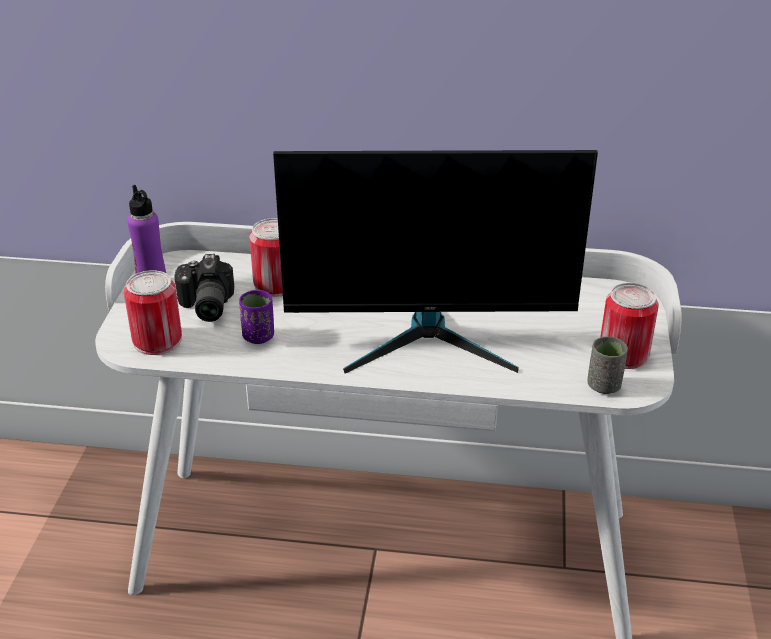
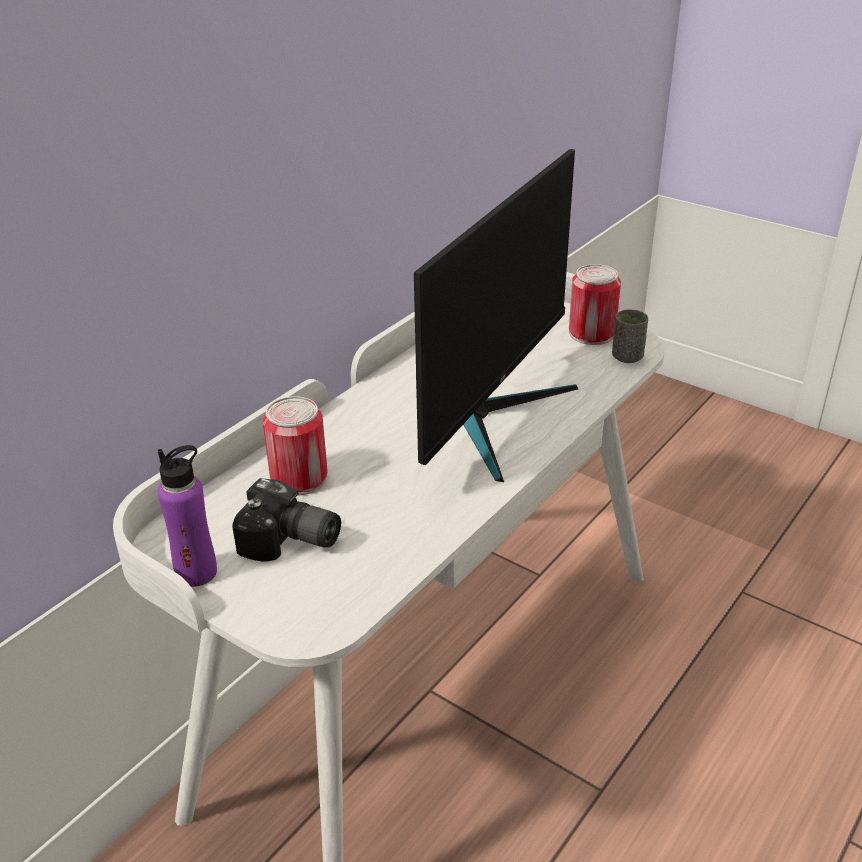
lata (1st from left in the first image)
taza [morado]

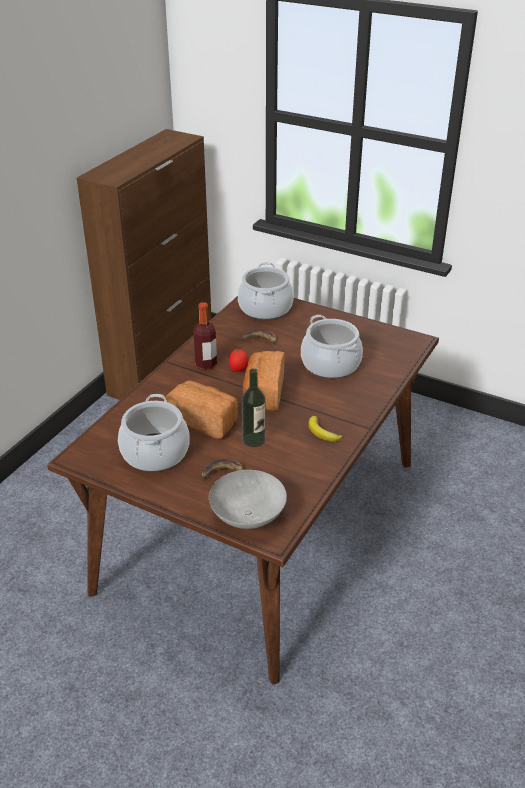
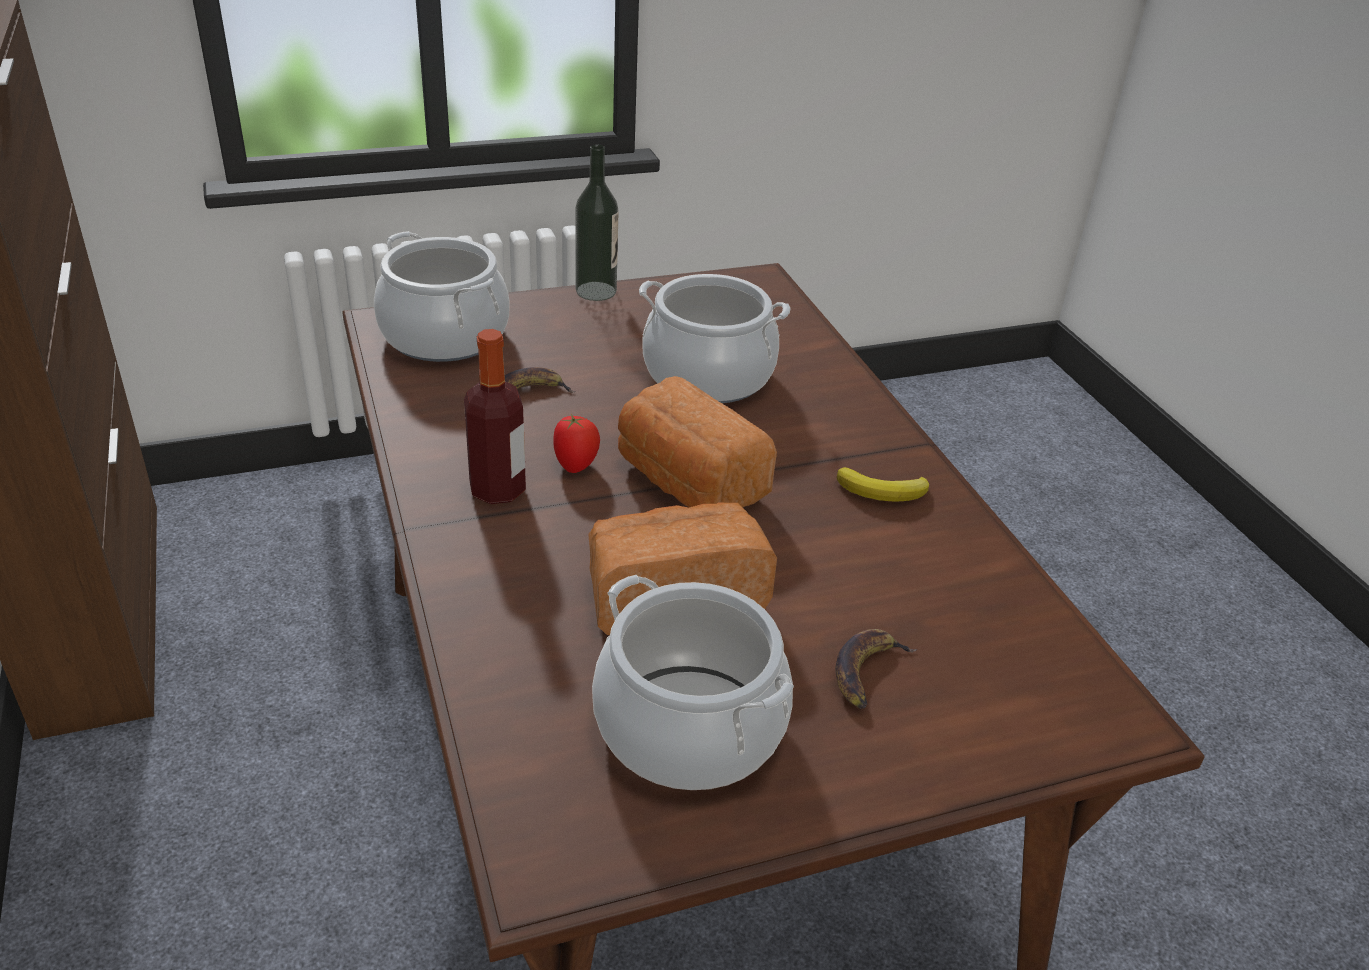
cuenco [gris]
botella (2nd from left)

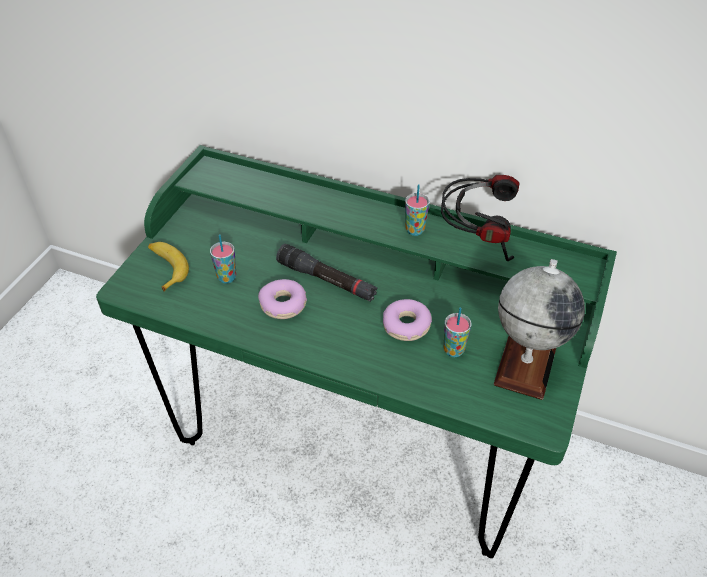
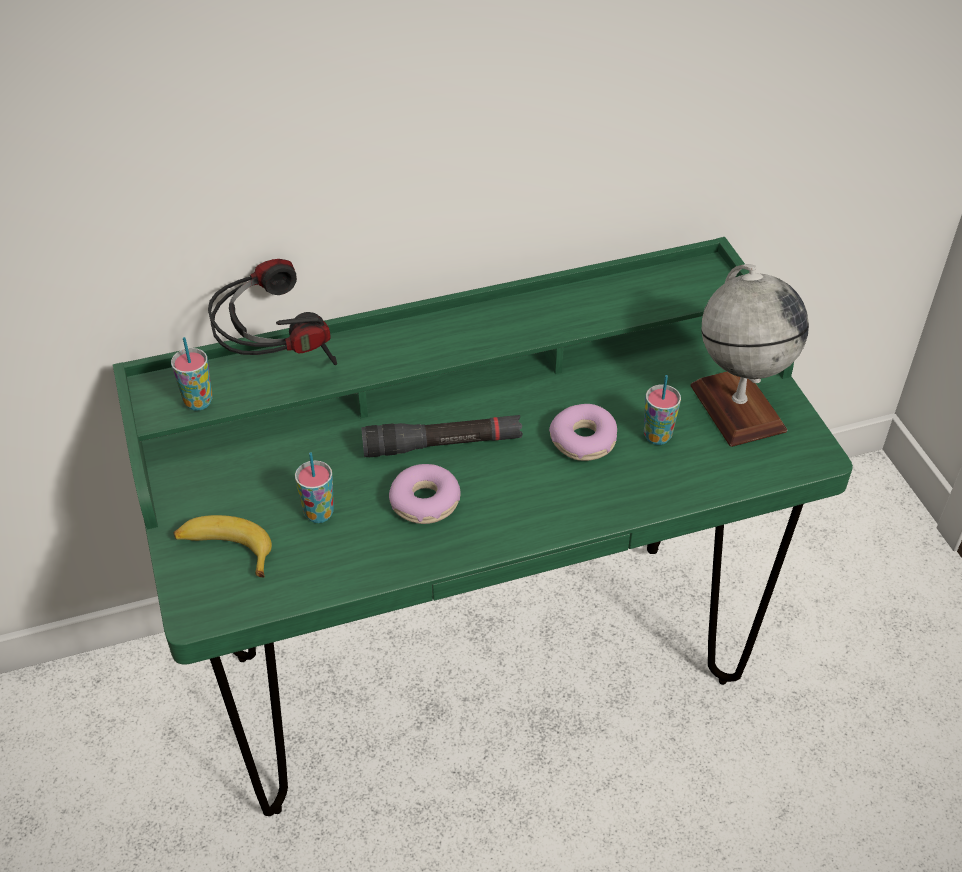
taza (1st from left)
auriculares

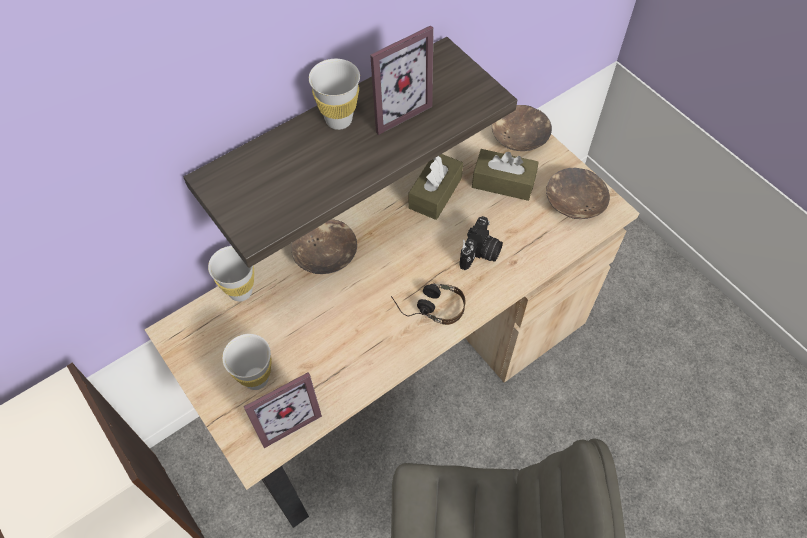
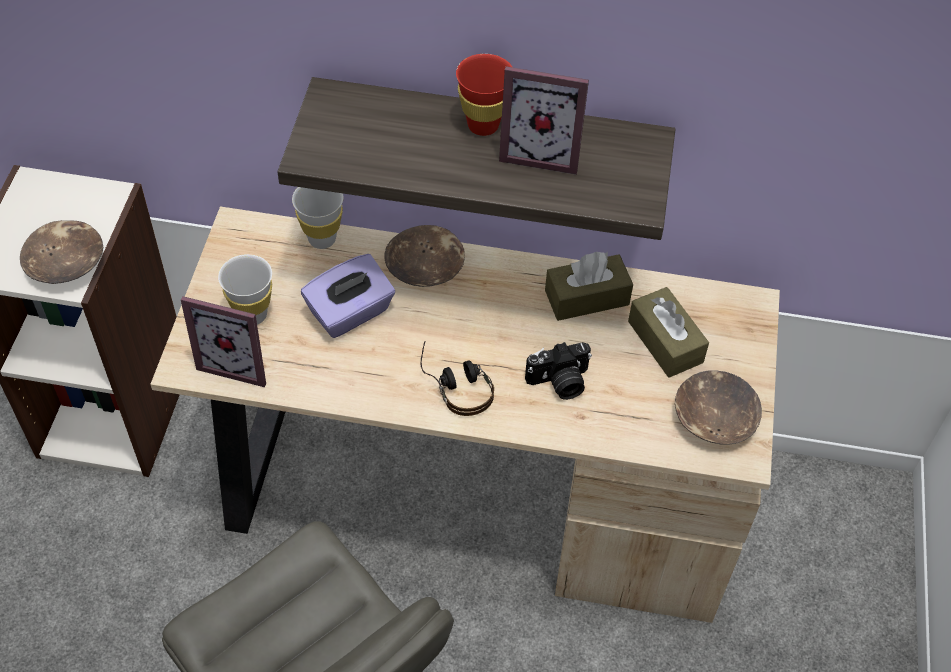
taza [rojo]
cuenco [marrón] (1st from left)
caja de pañuelos [morado]

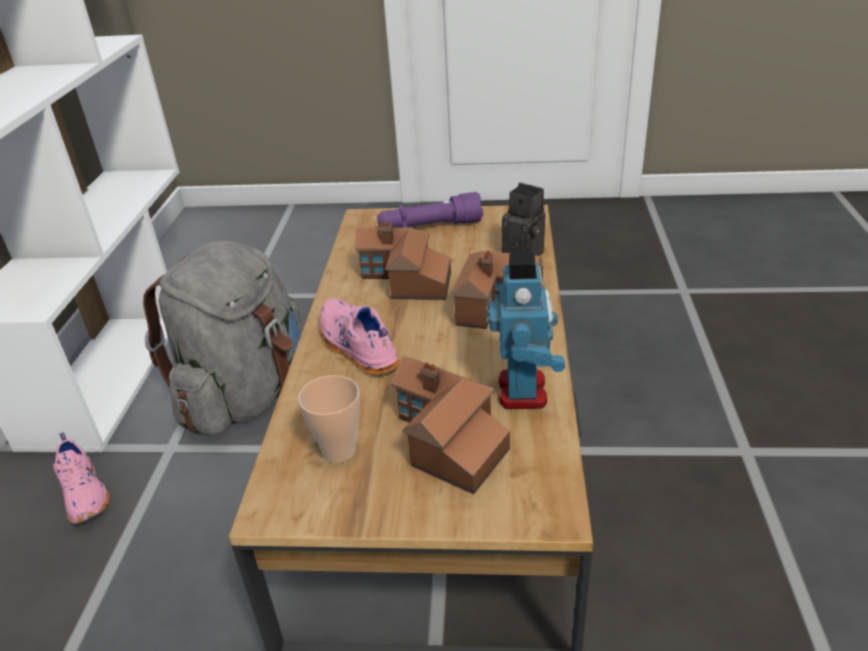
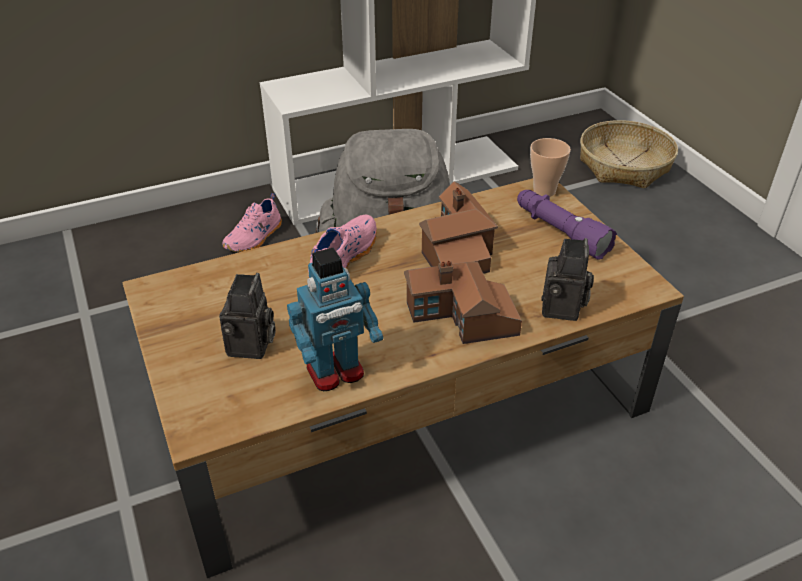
taza
cámara (1st from left)
cesta

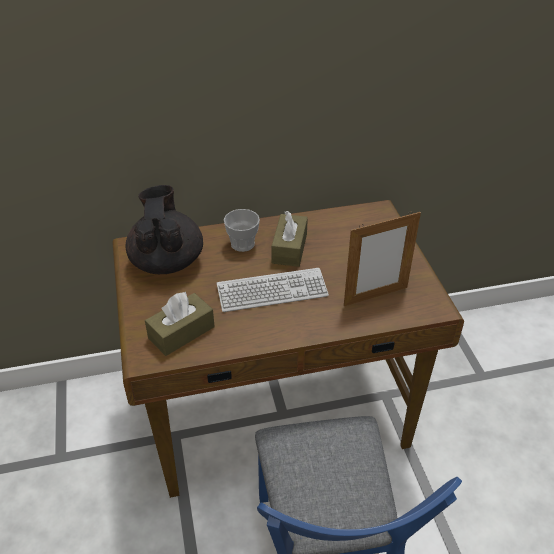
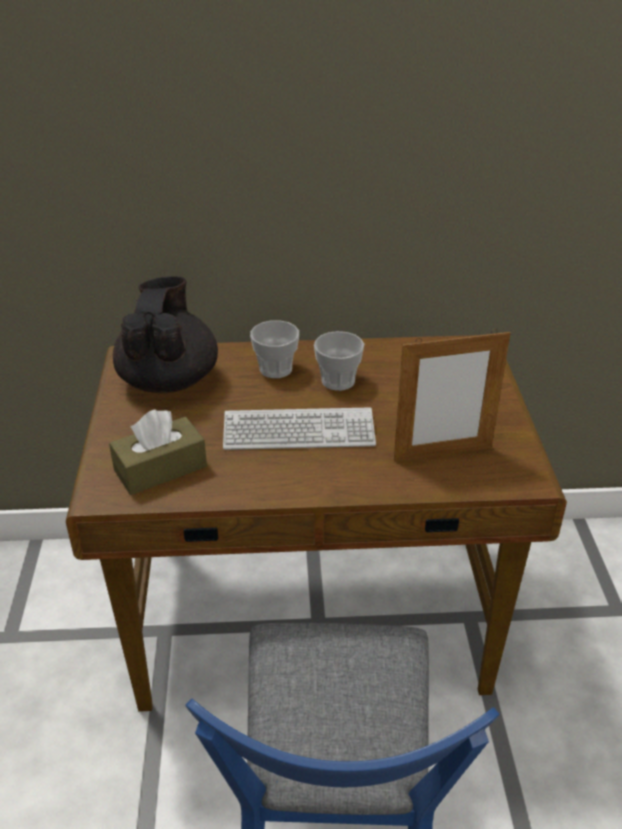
taza (2nd from left)

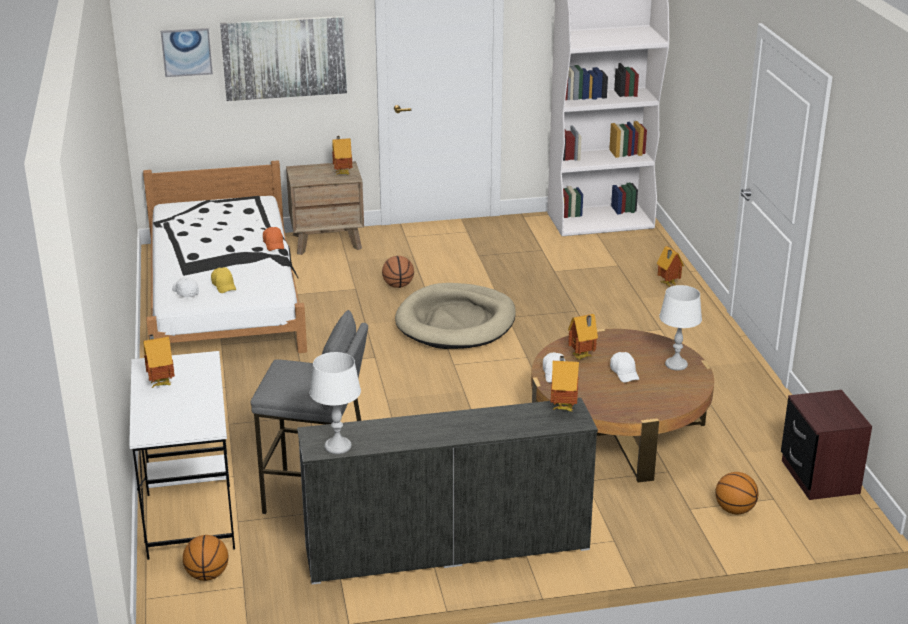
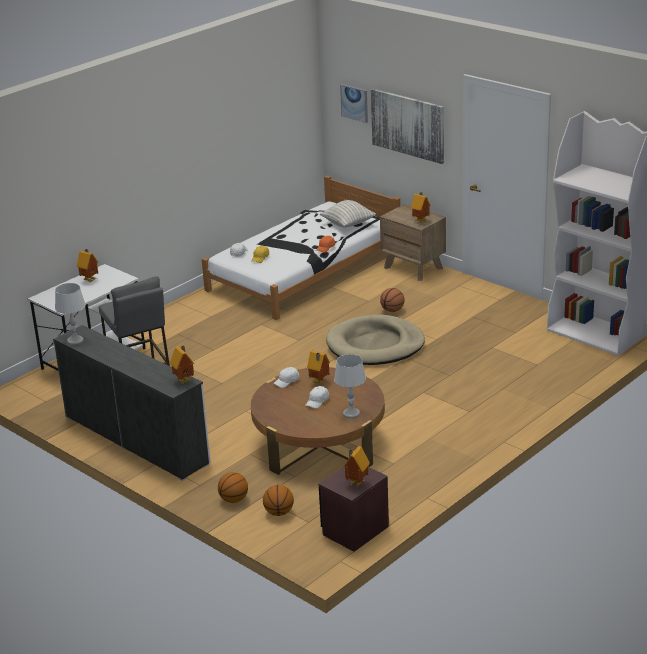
balón de baloncesto (1st from left)
casita (4th from left)
cojín

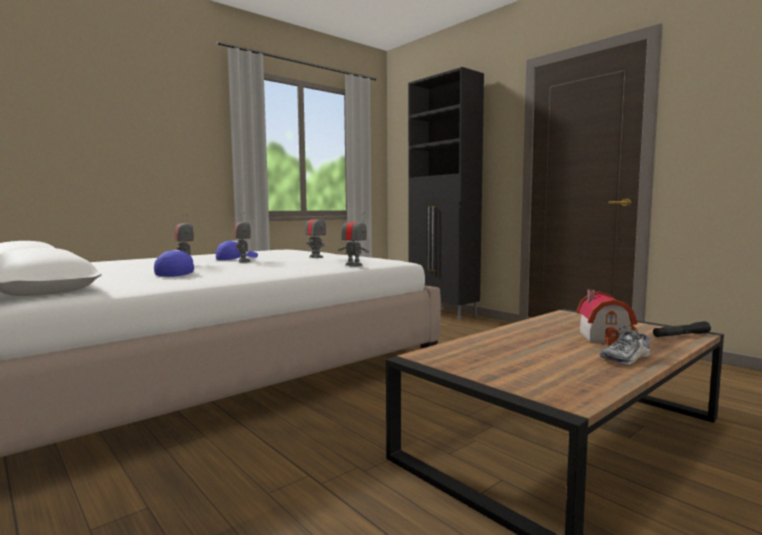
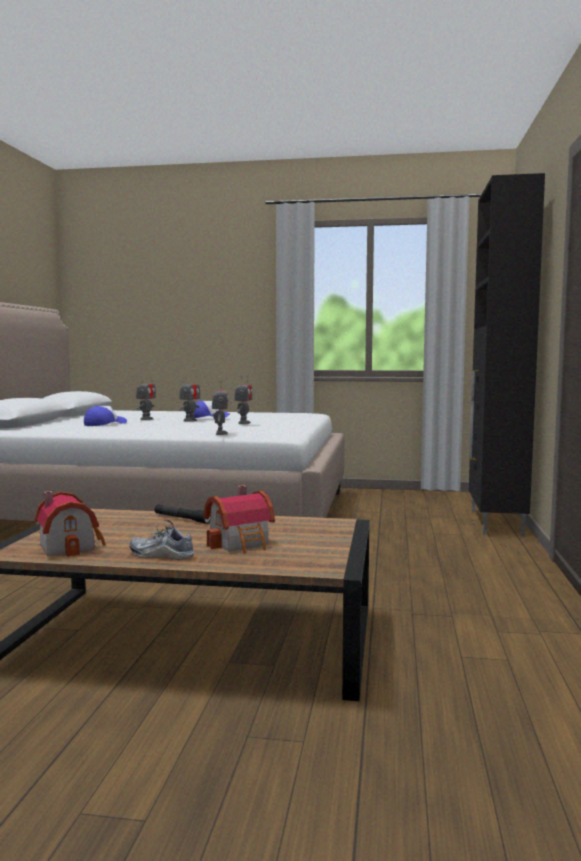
linterna [negro]
casita (1st from left)

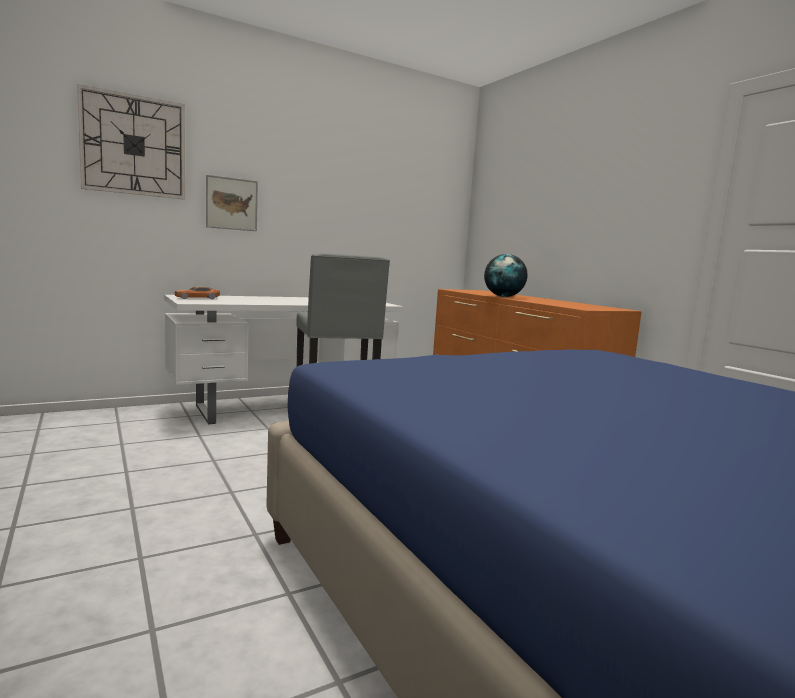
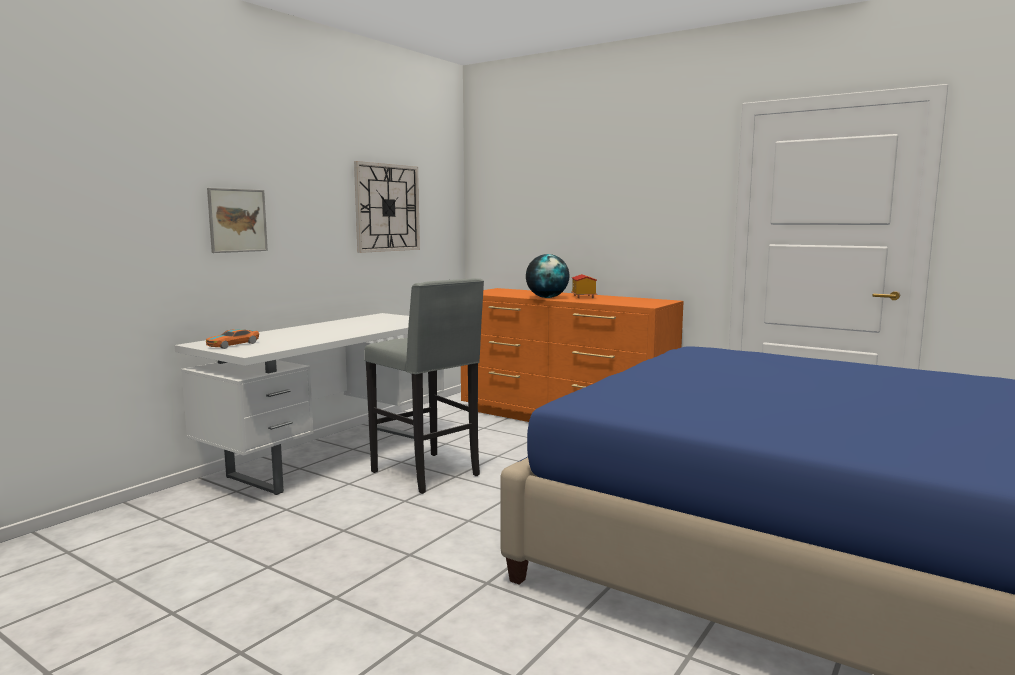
reloj de pared
casita

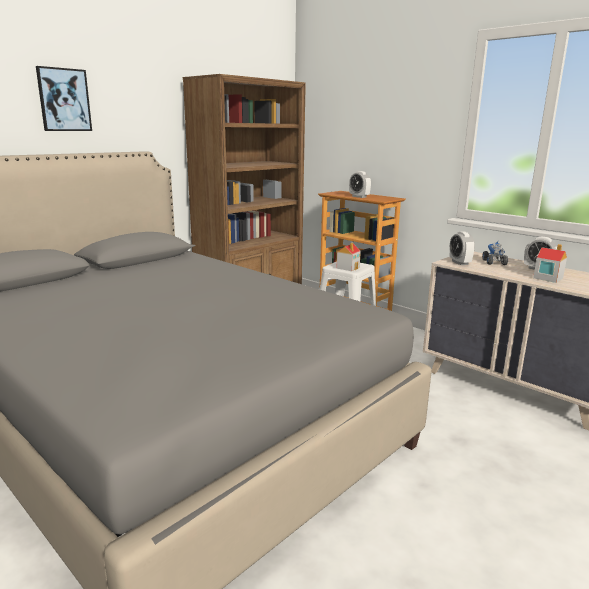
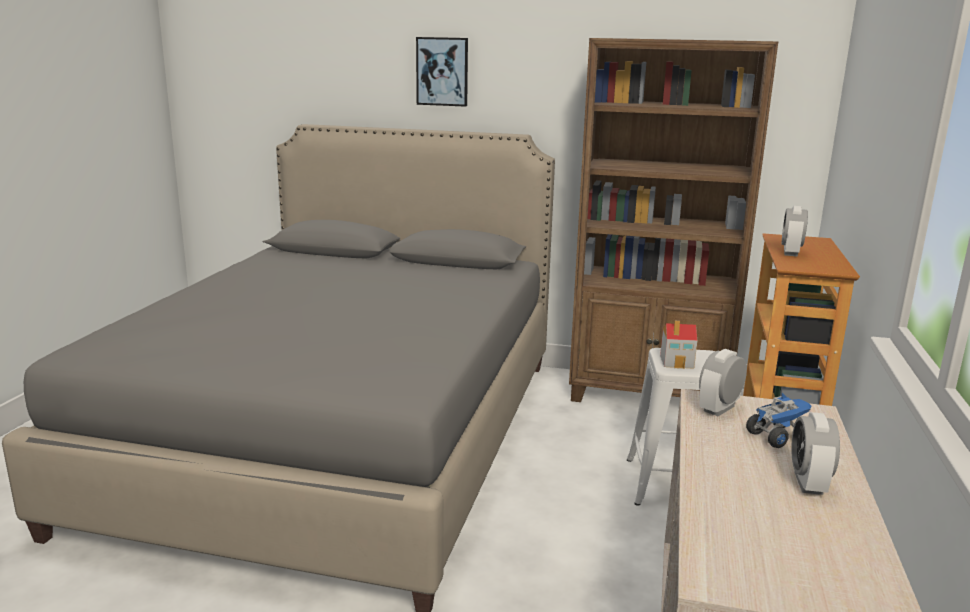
casita (2nd from left in the first image)

